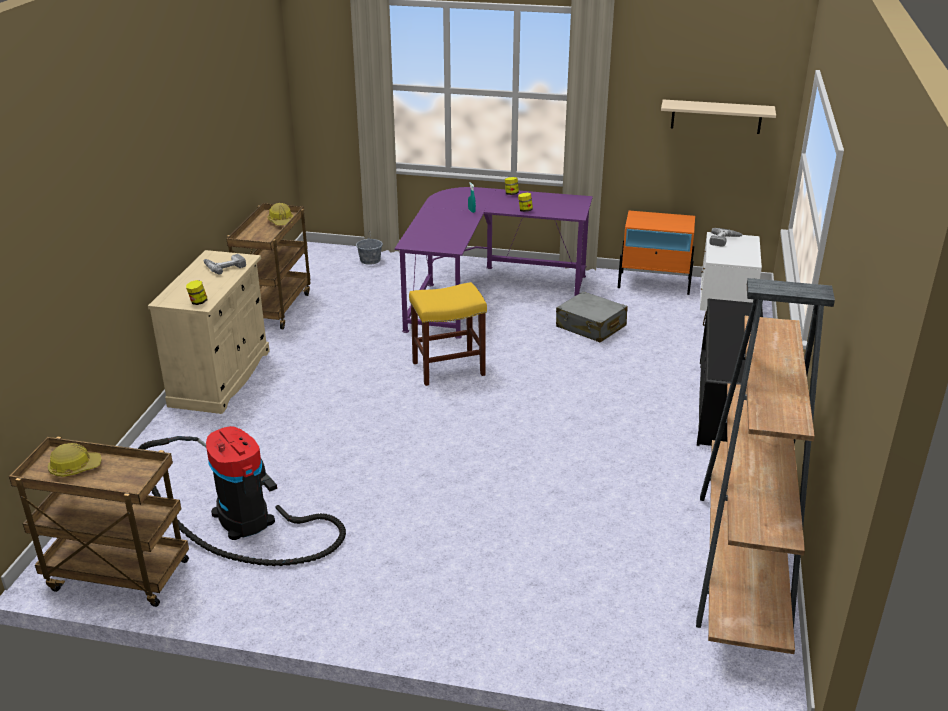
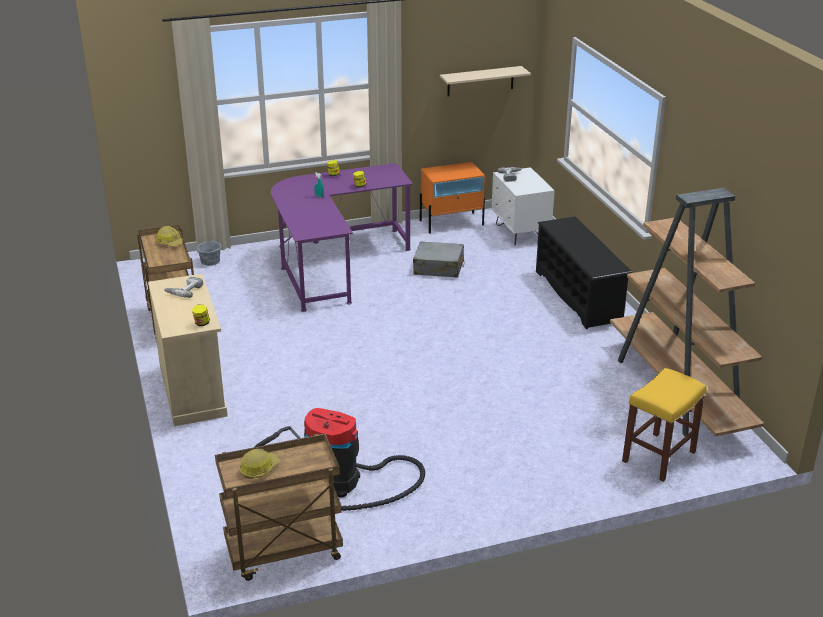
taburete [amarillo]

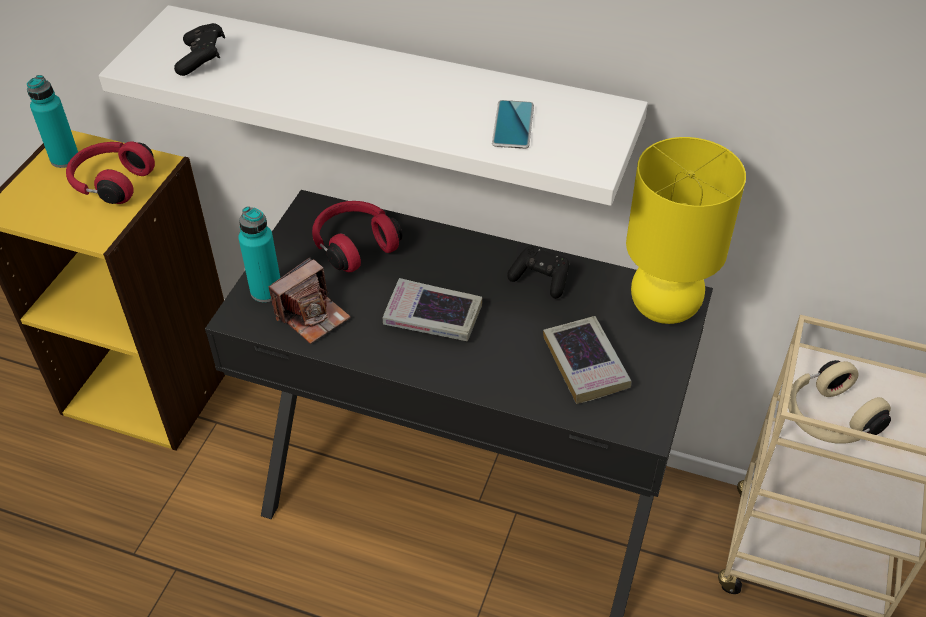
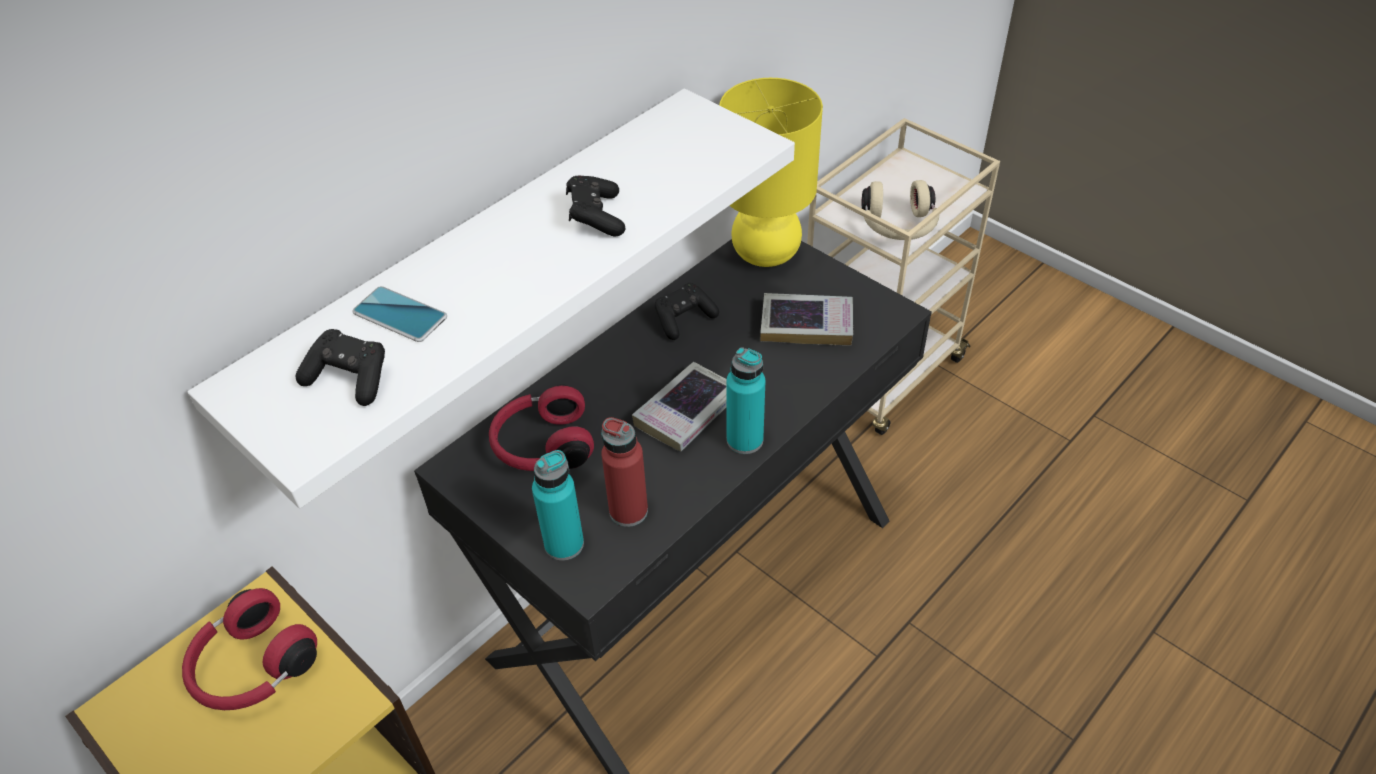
botella [turquesa] (2nd from left)
botella [rojo]
móvil
mando de consola [negro] (2nd from left)

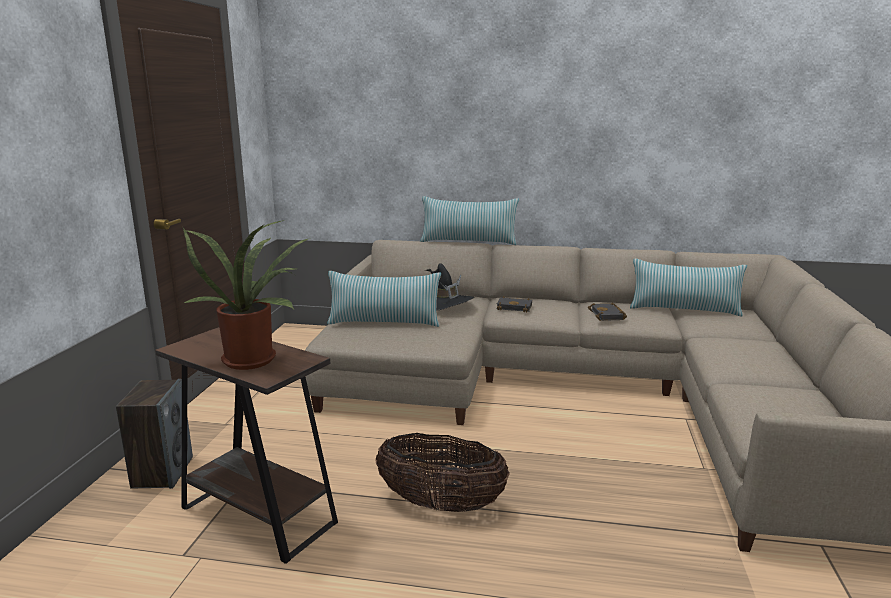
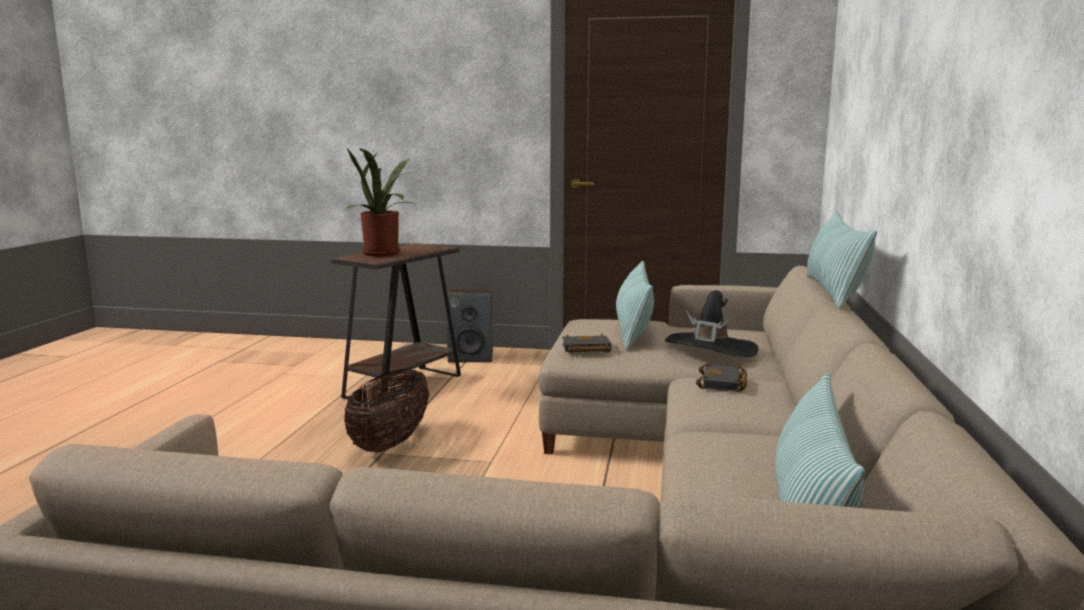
libro [negro] (1st from left)

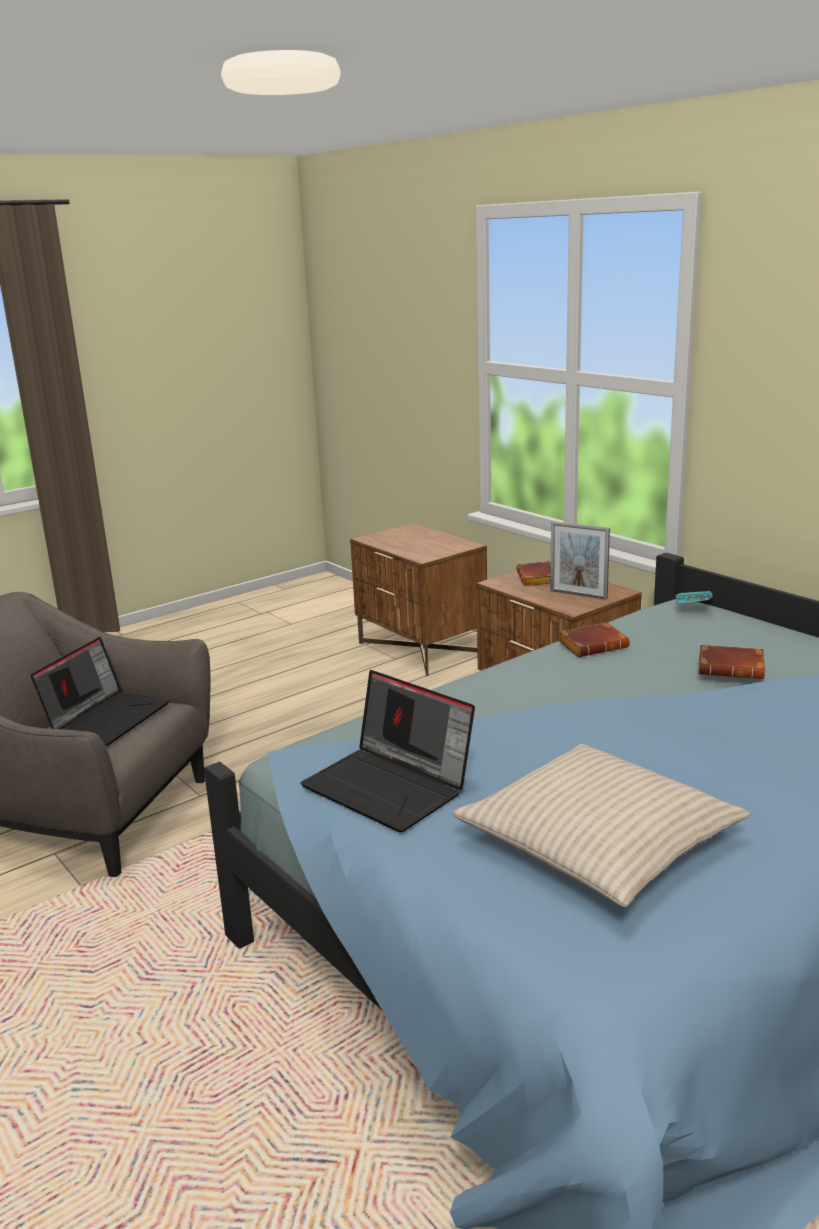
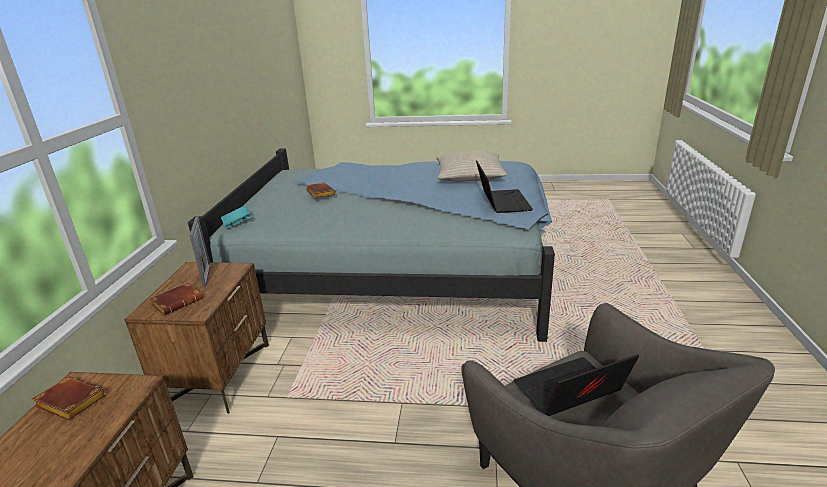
libro [marrón] (1st from left)

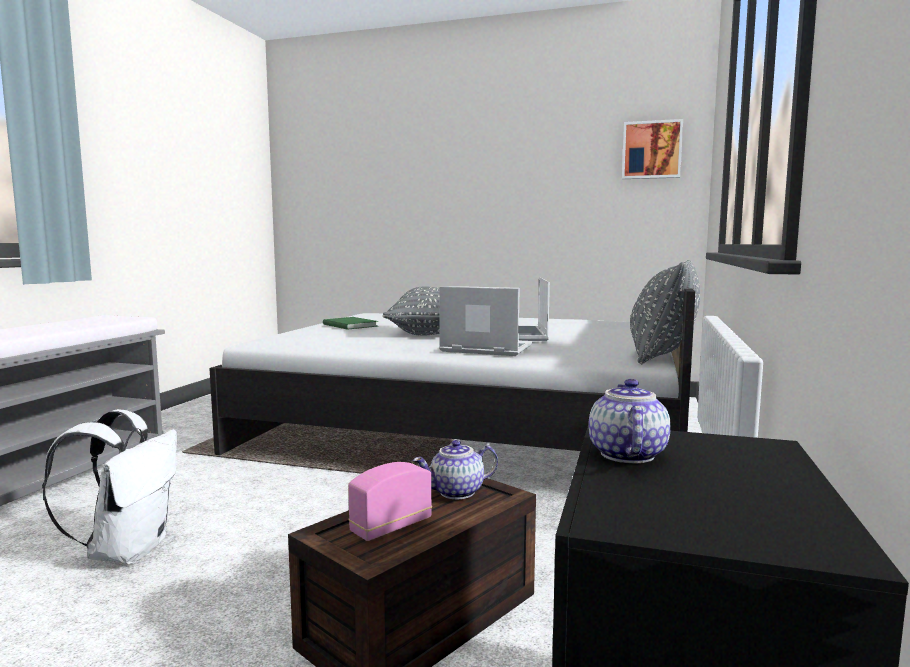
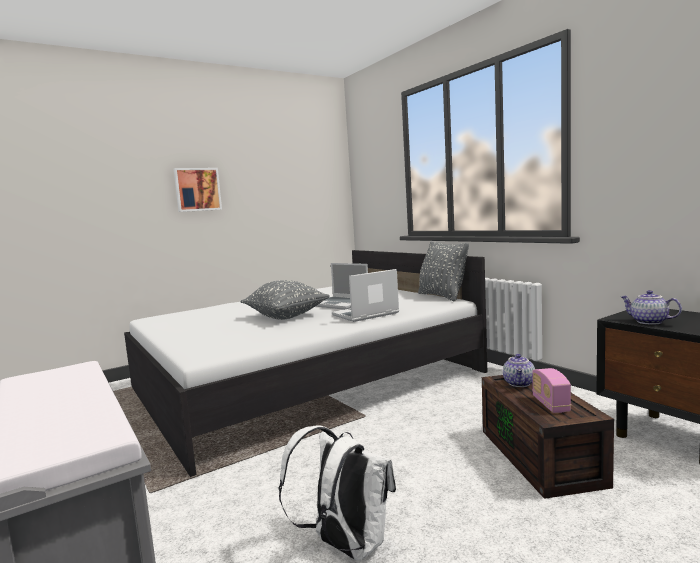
libro [verde]
cuadro

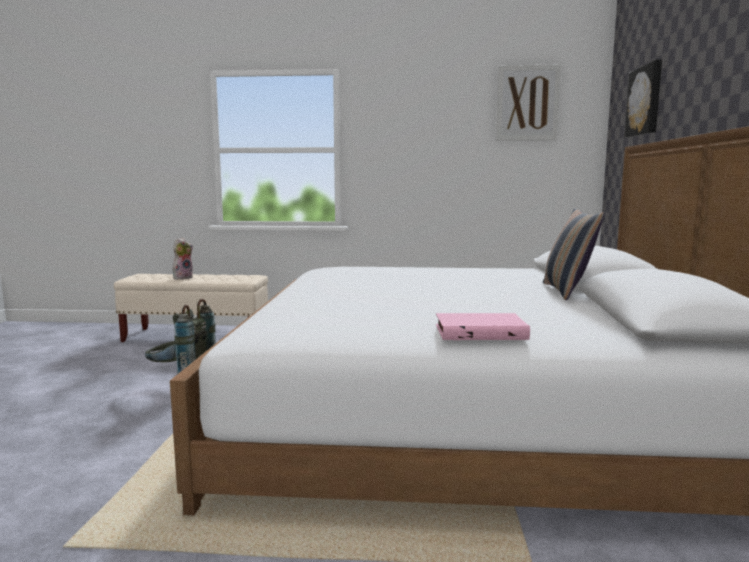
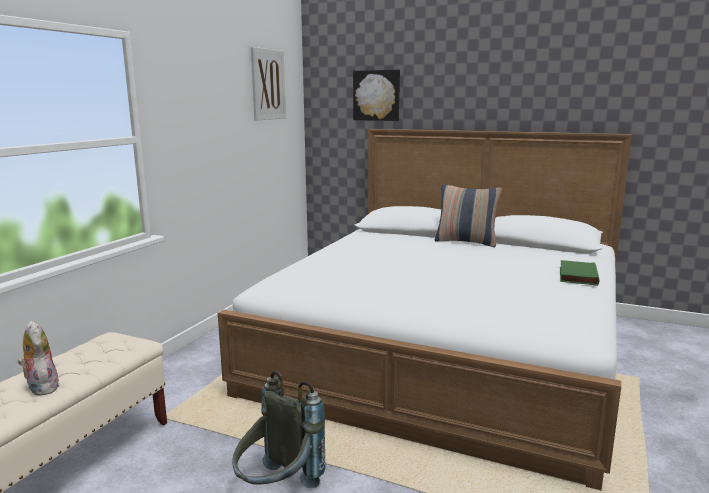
libro [verde]

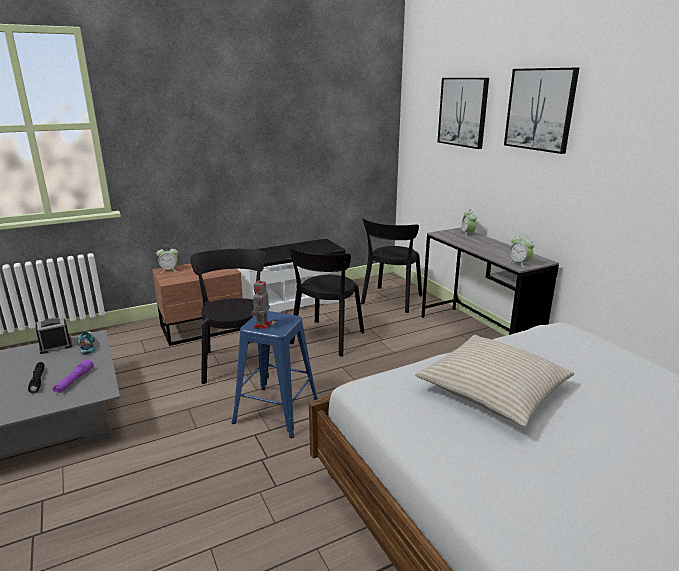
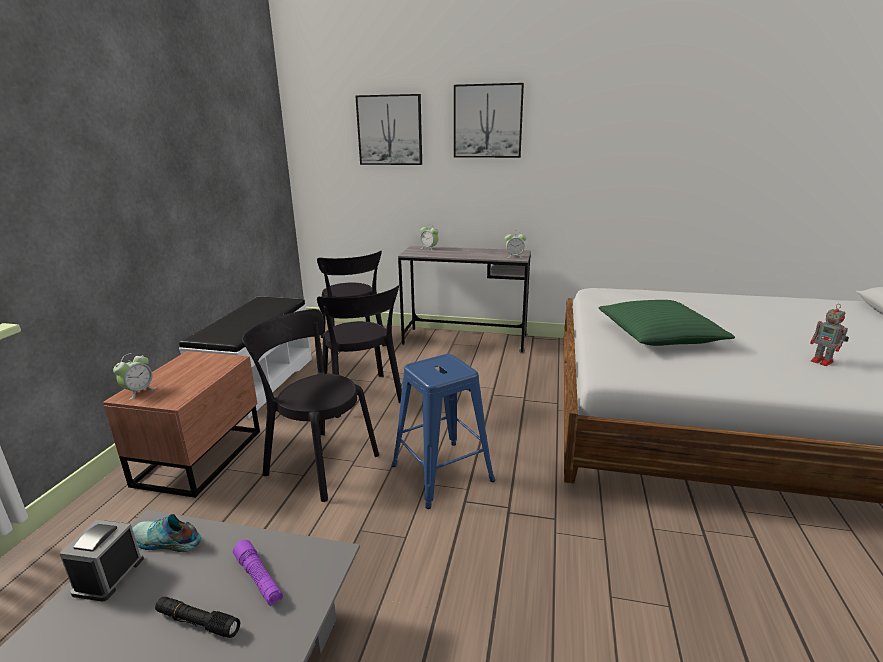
robot de juguete
cojín [verde]

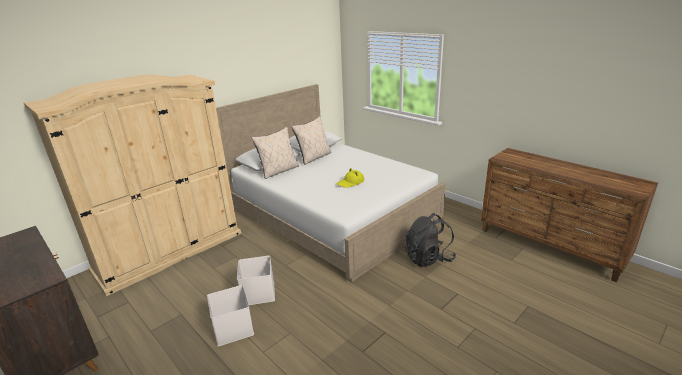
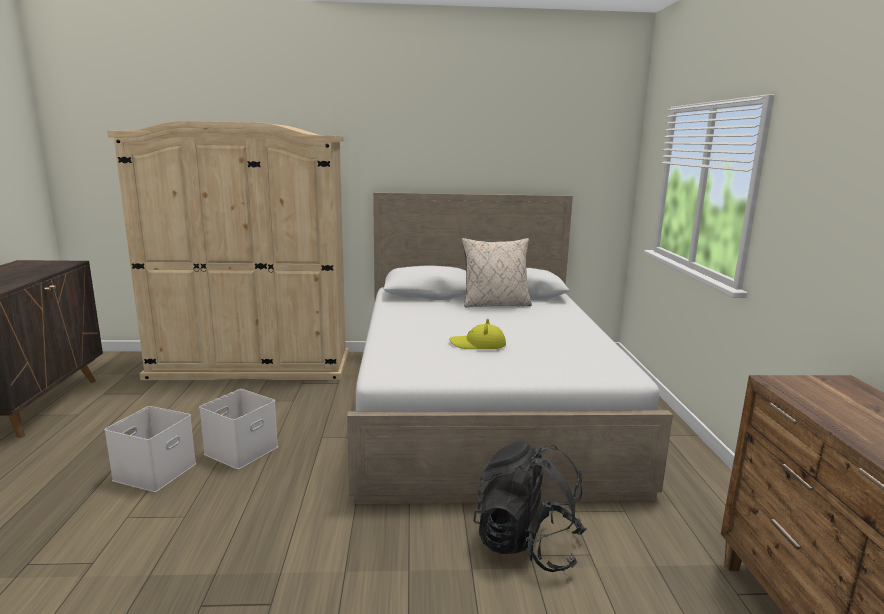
cojín [beis] (1st from left in the first image)

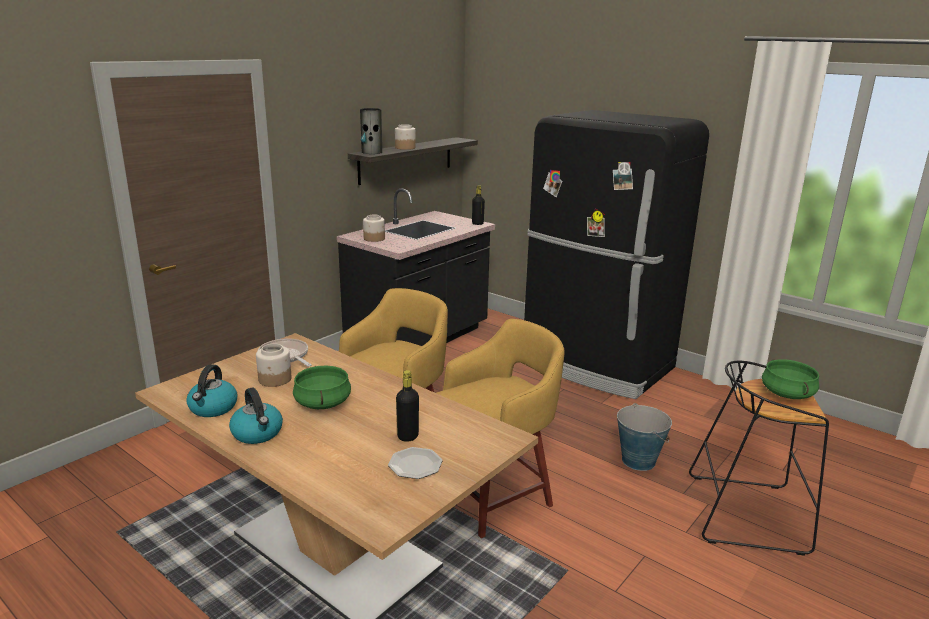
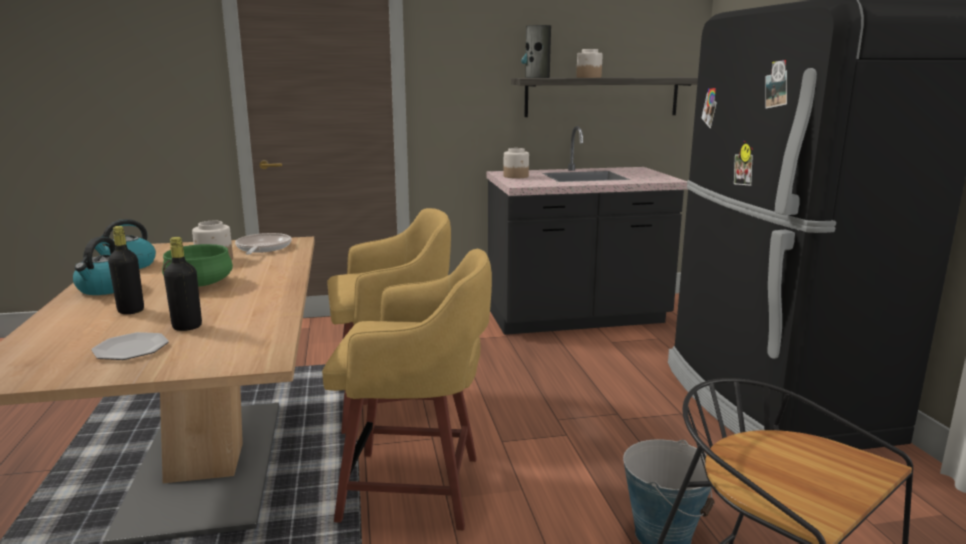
botella [negro] (1st from left)
olla [verde] (2nd from left in the first image)

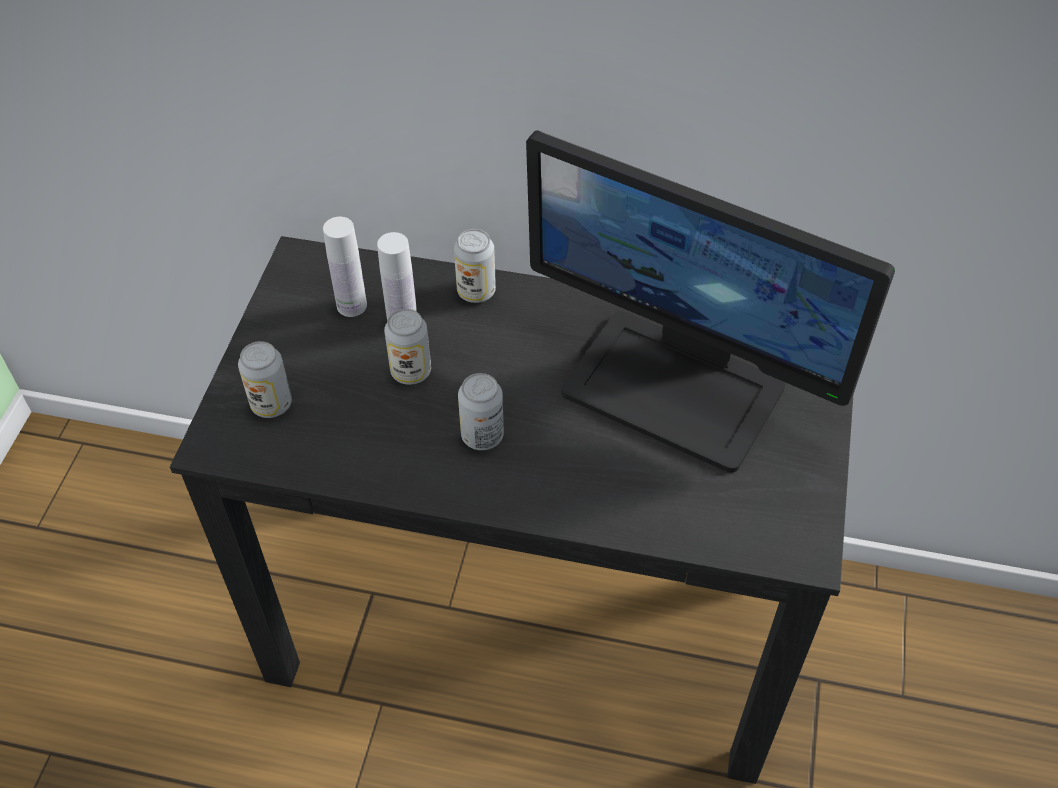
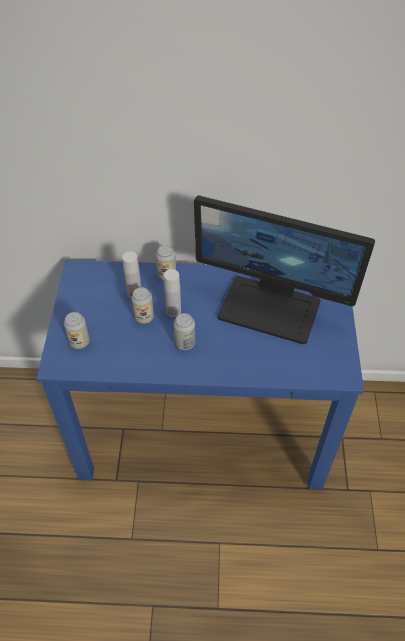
escritorio [azul]
botella [blanco] (2nd from left)

